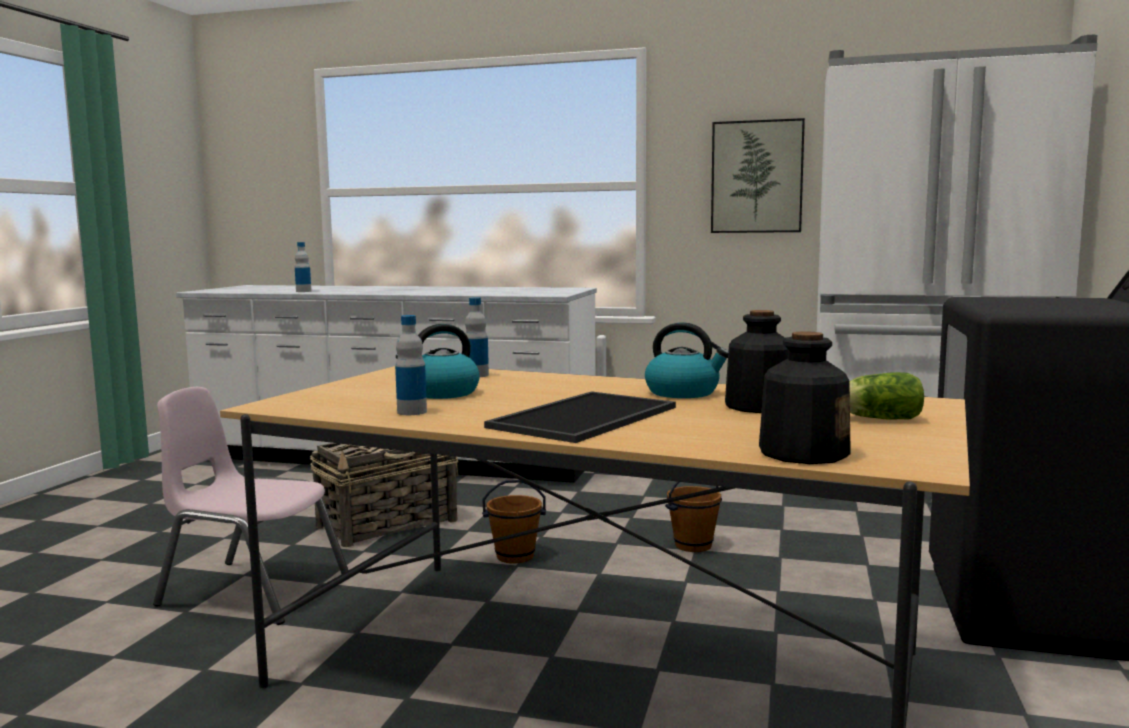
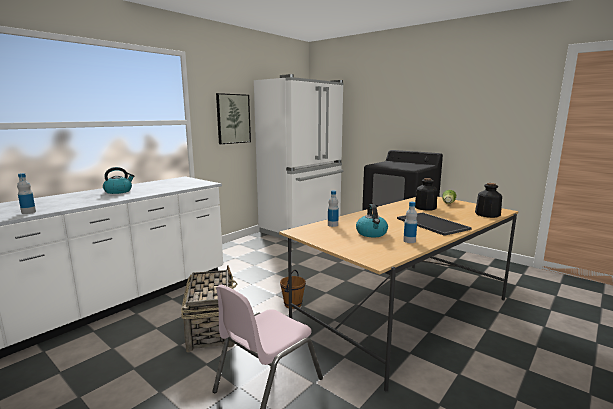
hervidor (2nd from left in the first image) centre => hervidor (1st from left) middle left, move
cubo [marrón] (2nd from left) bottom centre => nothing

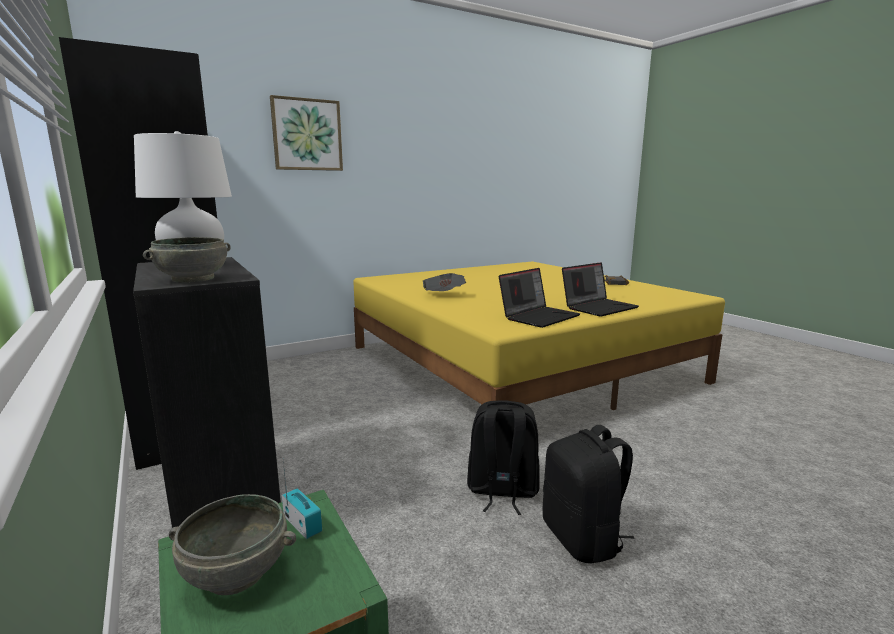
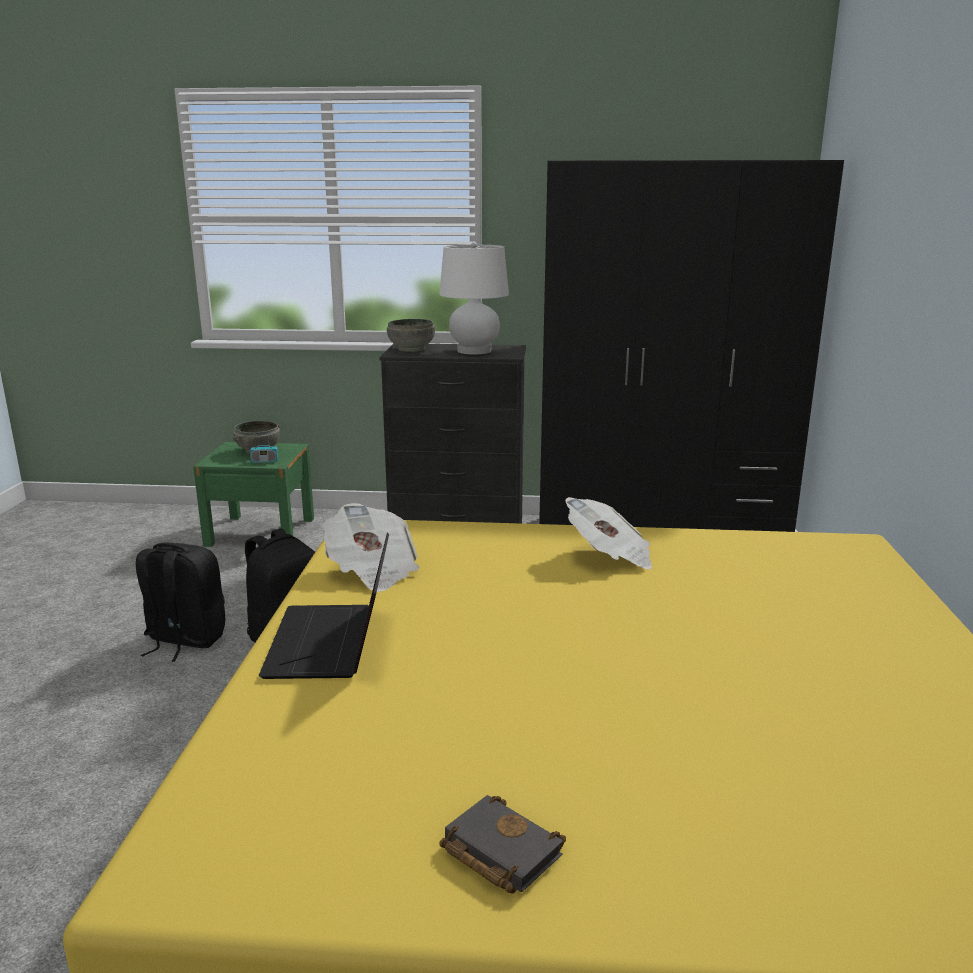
cuadro top centre => nothing
portátil (1st from left) centre => periódico (1st from left) centre

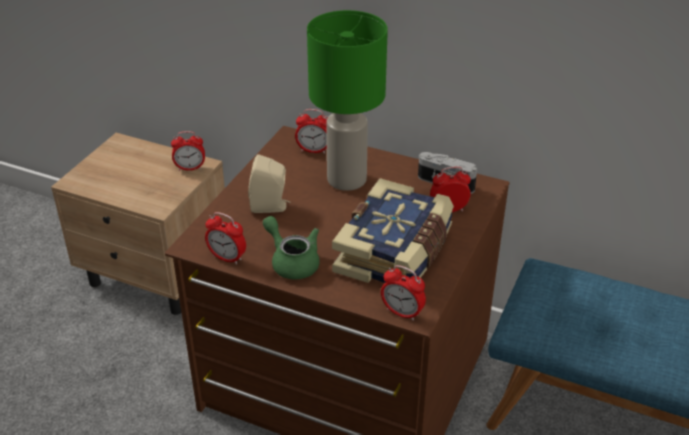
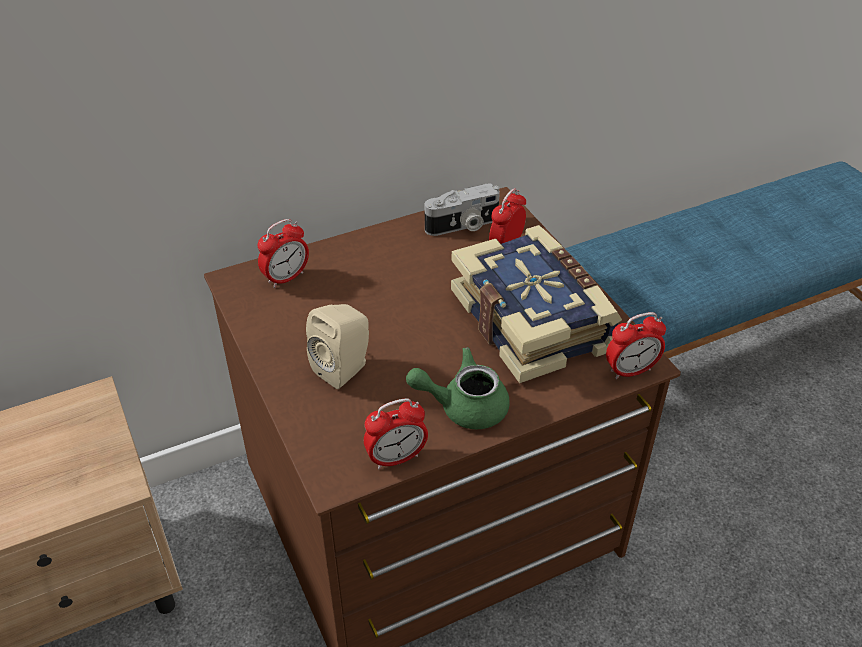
lámpara de mesa [verde] top centre => nothing
despertador (1st from left) middle left => nothing

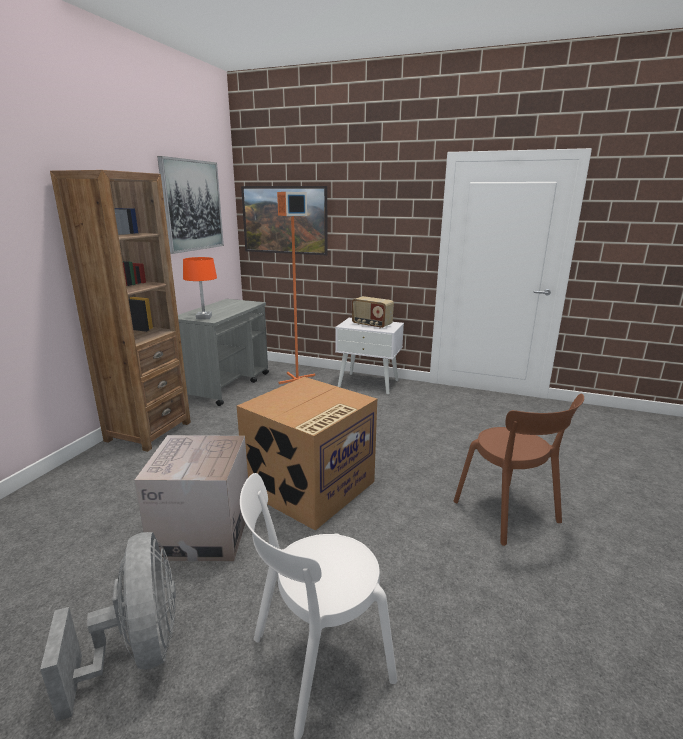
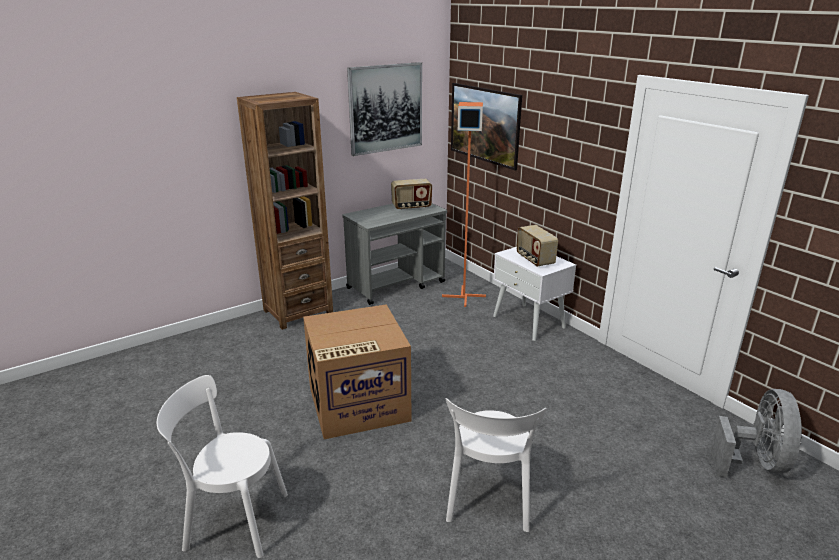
lámpara de mesa [naranja] middle left => nothing
silla [marrón] middle right => silla [blanco] (2nd from left) bottom centre
caja de cartón (1st from left) bottom left => nothing
ventilador [gris] bottom left => ventilador [gris] bottom right, move
nothing => radio (1st from left) centre

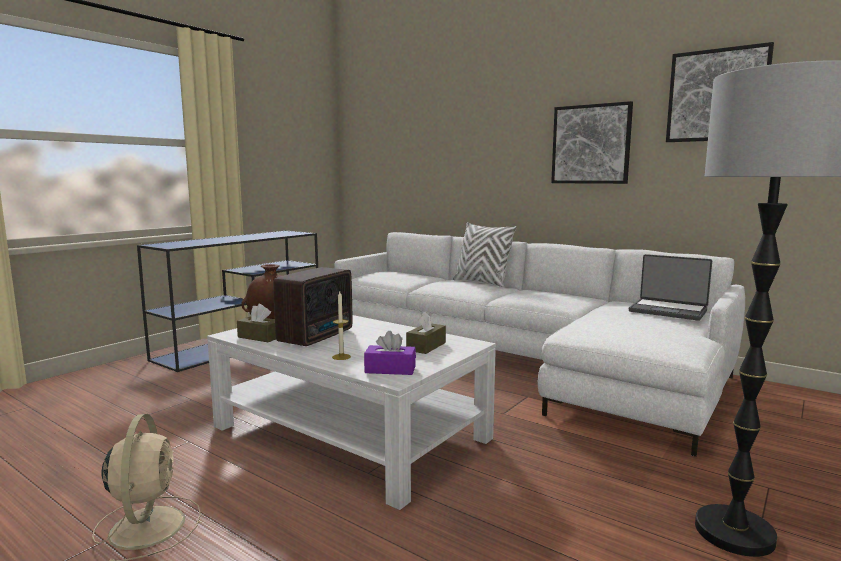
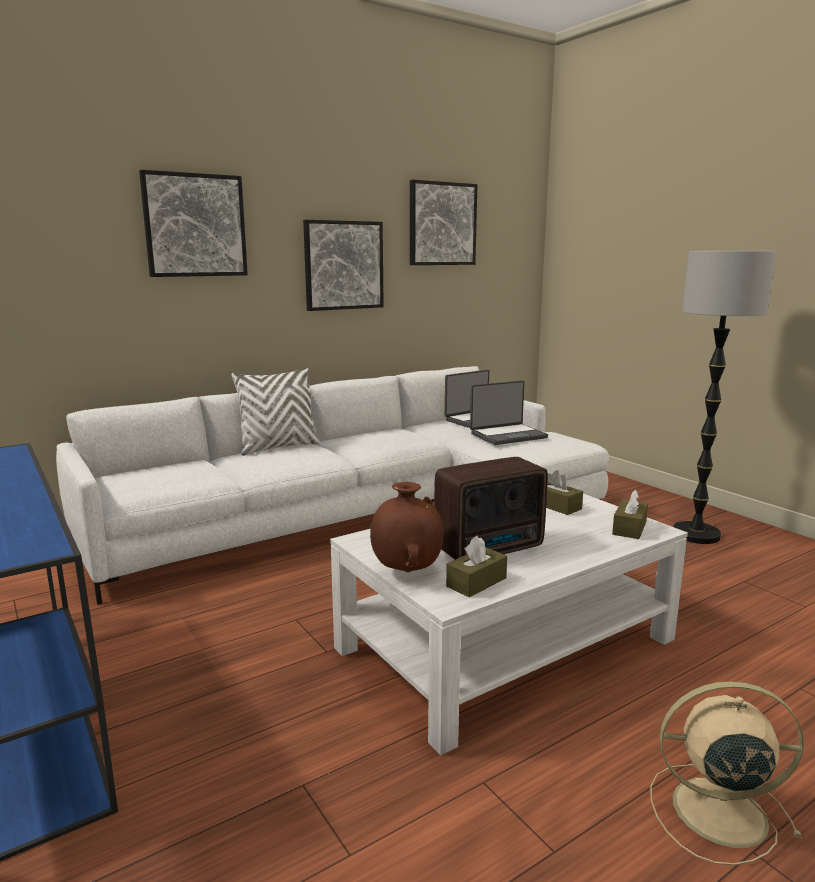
radio centre, 105 degrees clockwise
vela centre => nothing
caja de pañuelos [morado] centre => caja de pañuelos [marrón] (3rd from left) middle right
nothing => cuadro (1st from left) top left
nothing => portátil (2nd from left) centre

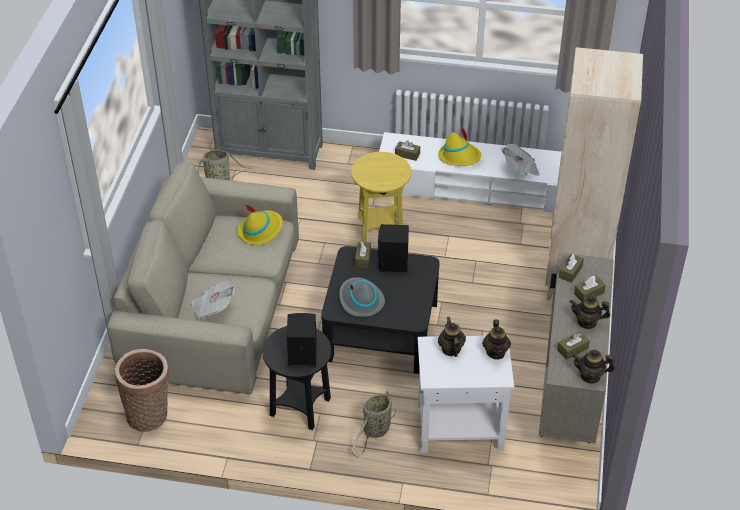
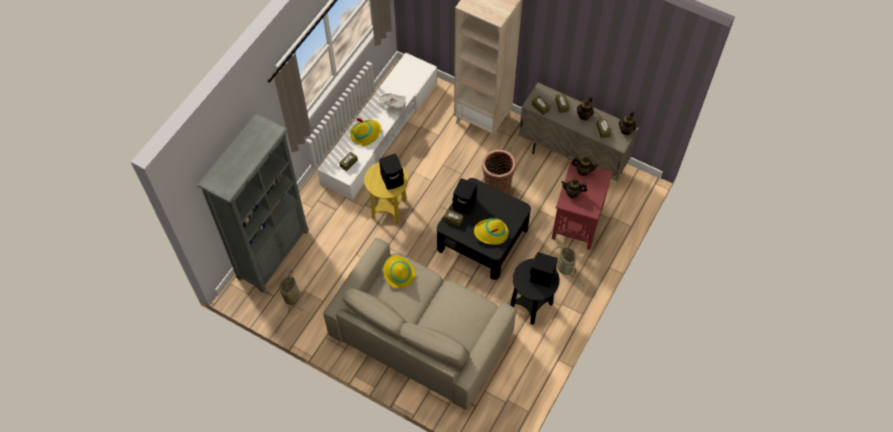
sombrero [gris] centre => sombrero [amarillo] (3rd from left) centre
periódico (1st from left) middle left => nothing
mesa auxiliar [blanco] bottom centre => mesa auxiliar [rojo] centre
cesta (1st from left in the first image) bottom left => cesta (2nd from left) centre, move
nothing => altavoz [negro] (1st from left) centre

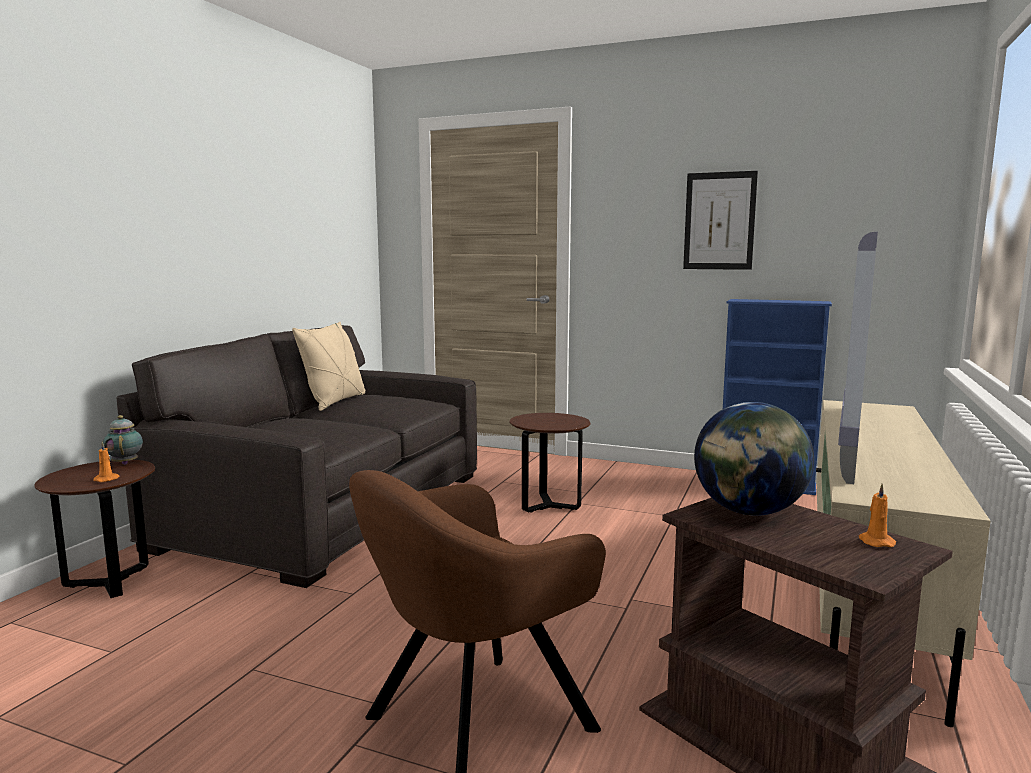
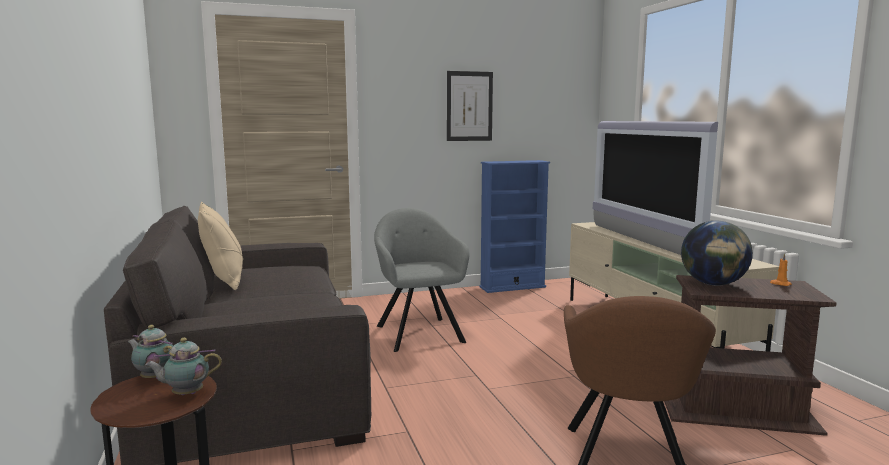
mesa auxiliar [marrón] (2nd from left) centre => sillón [gris] centre
vela [naranja] (1st from left) middle left => tetera (2nd from left) bottom left

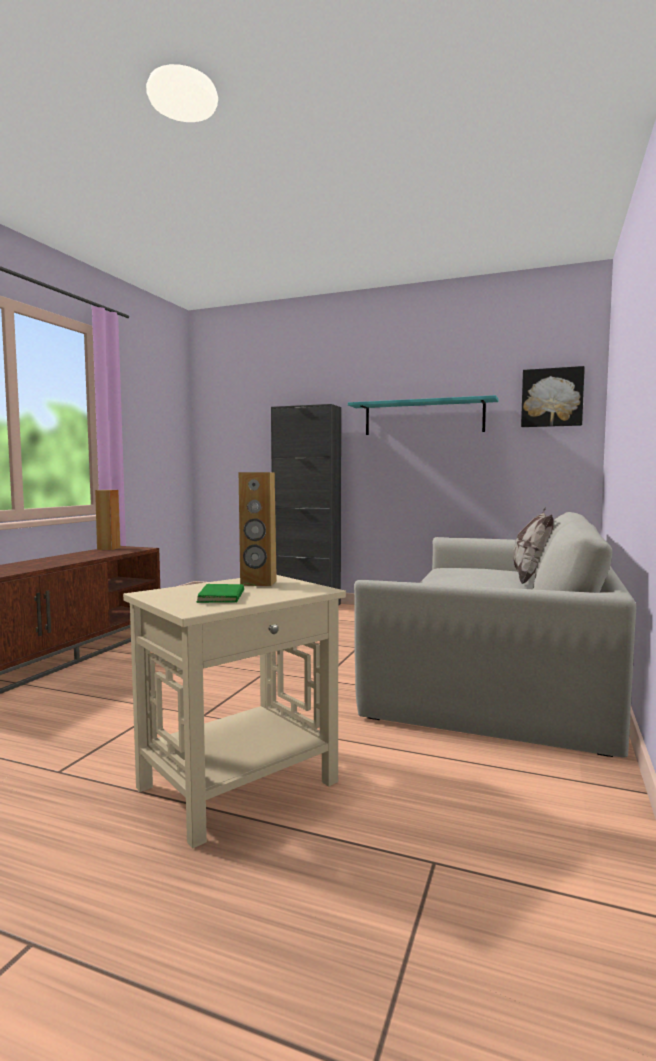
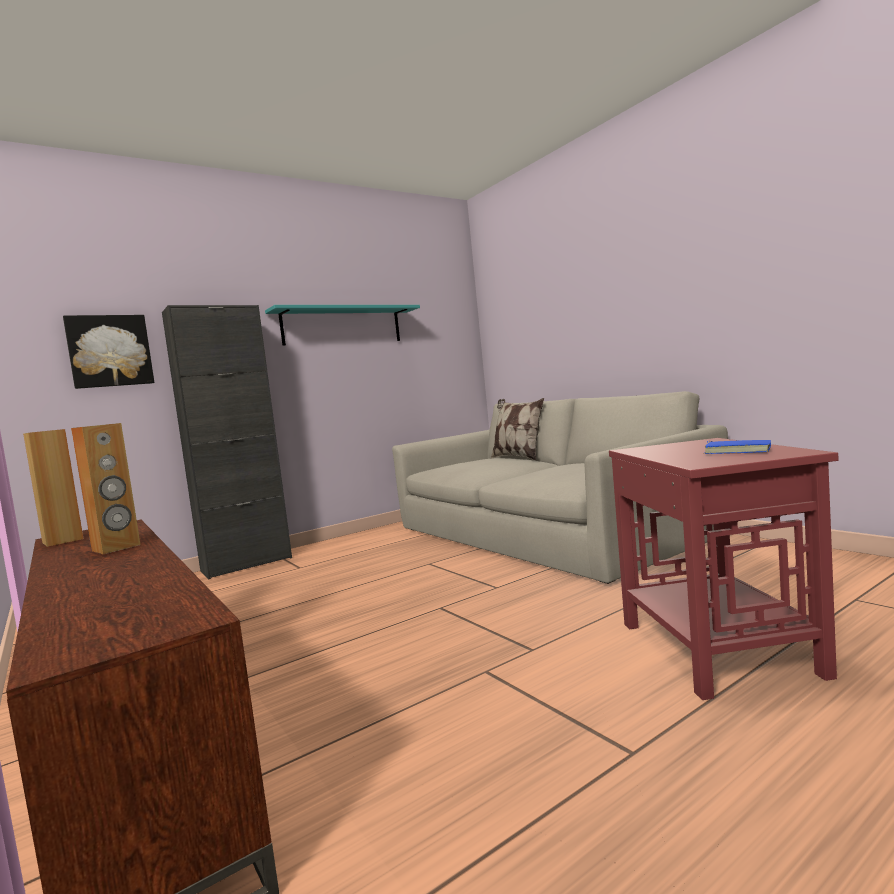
cuadro middle right => cuadro middle left, move
altavoz [marrón] (2nd from left) centre => altavoz [marrón] (2nd from left) middle left, move
mesa auxiliar [beis] bottom centre => mesa auxiliar [rojo] middle right
libro [verde] centre => libro [azul] middle right

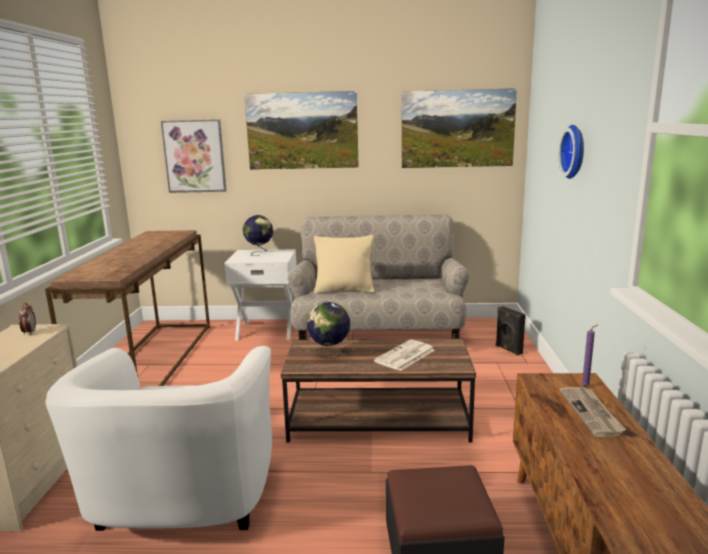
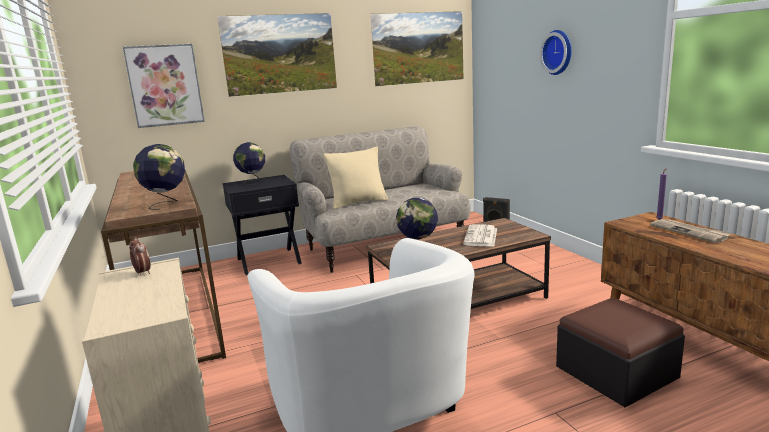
mesa auxiliar [blanco] centre => mesa auxiliar [negro] centre
nothing => globo terráqueo (1st from left) middle left

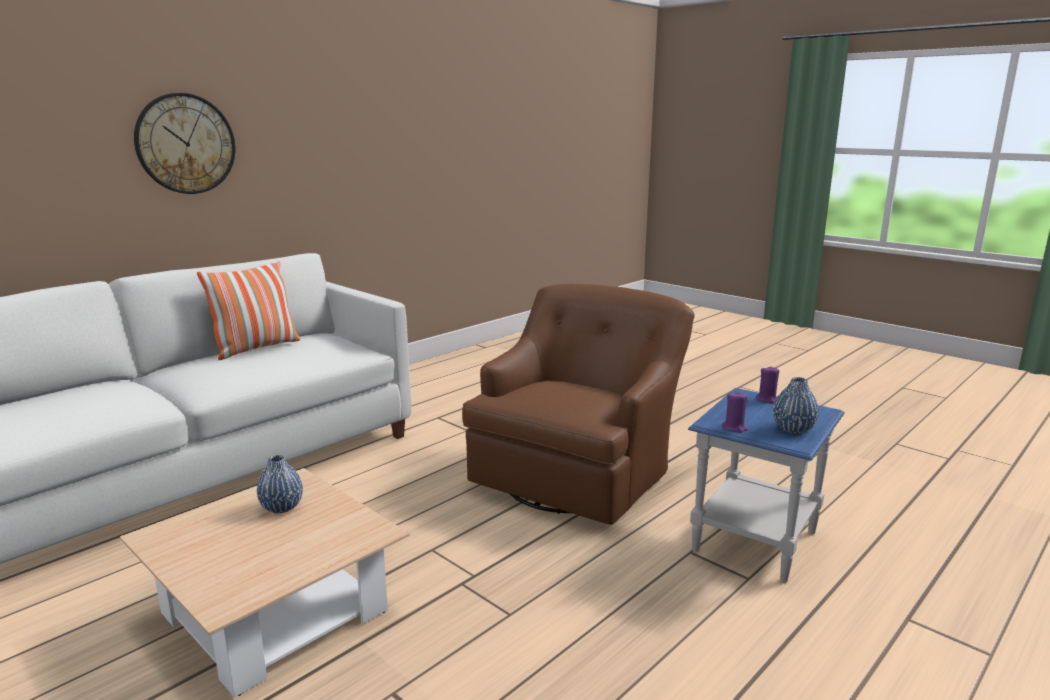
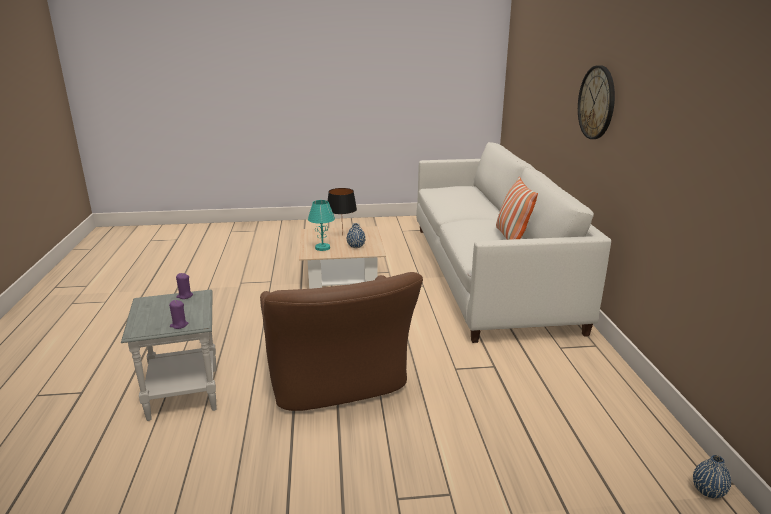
florero [azul] (2nd from left) middle right => florero [azul] (2nd from left) bottom right, move
mesa auxiliar [azul] bottom right => mesa auxiliar [gris] bottom left
nothing => lámpara de mesa [negro] centre
nothing => lámpara de mesa [turquesa] centre

